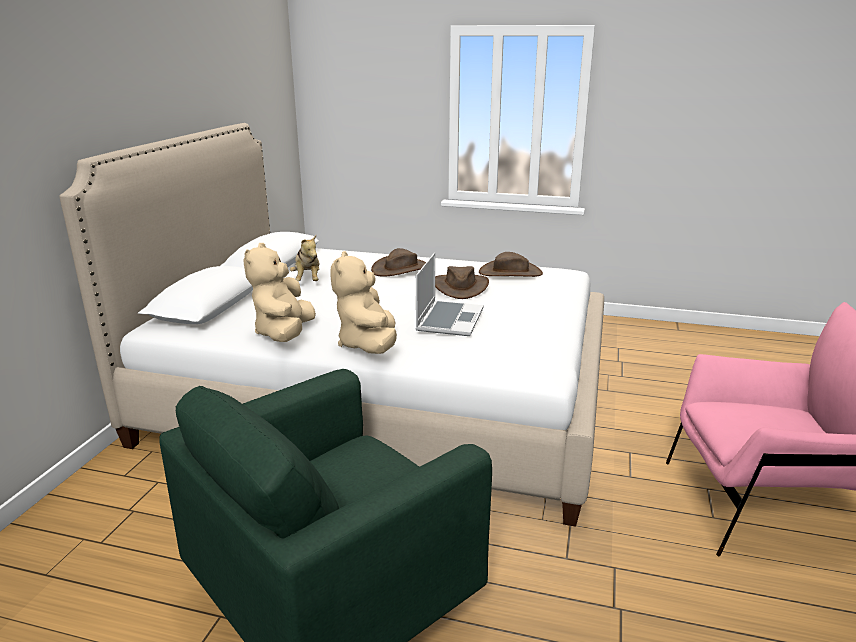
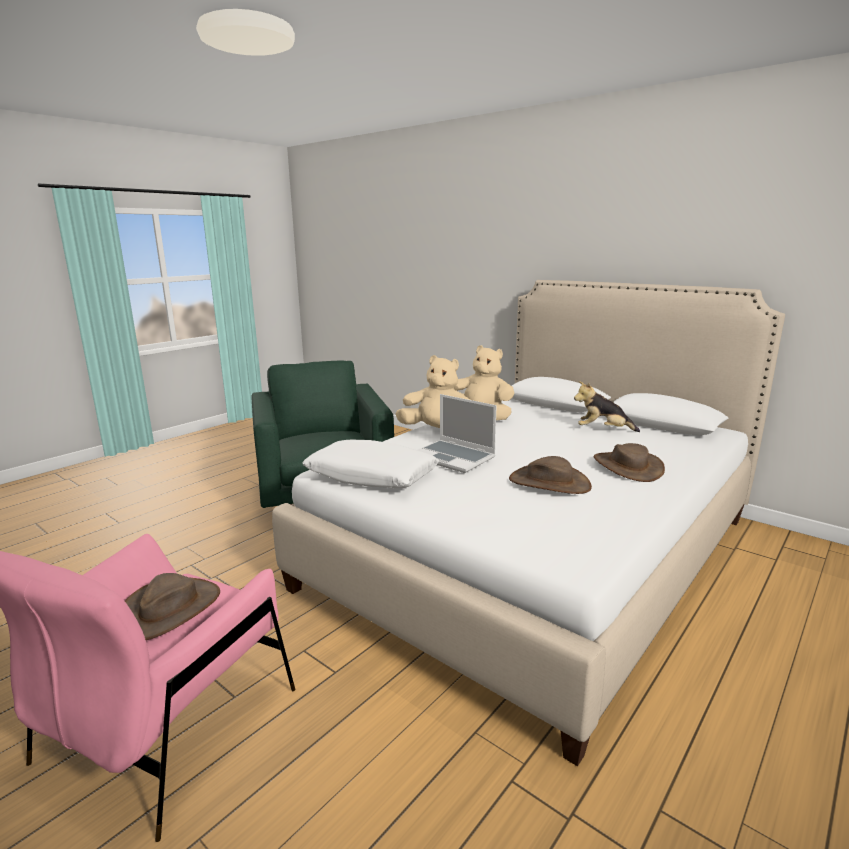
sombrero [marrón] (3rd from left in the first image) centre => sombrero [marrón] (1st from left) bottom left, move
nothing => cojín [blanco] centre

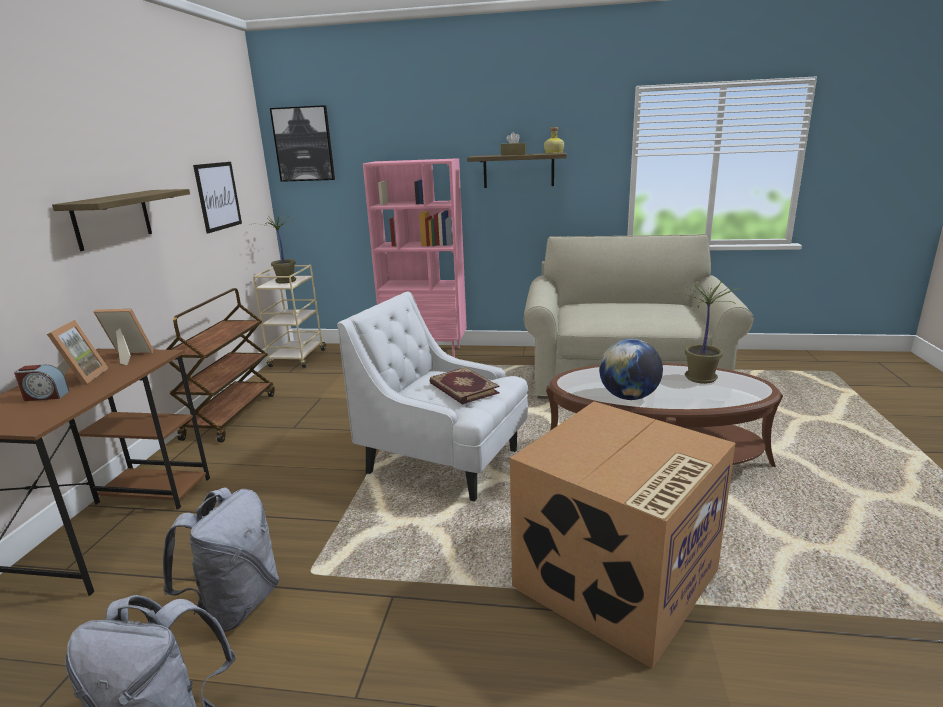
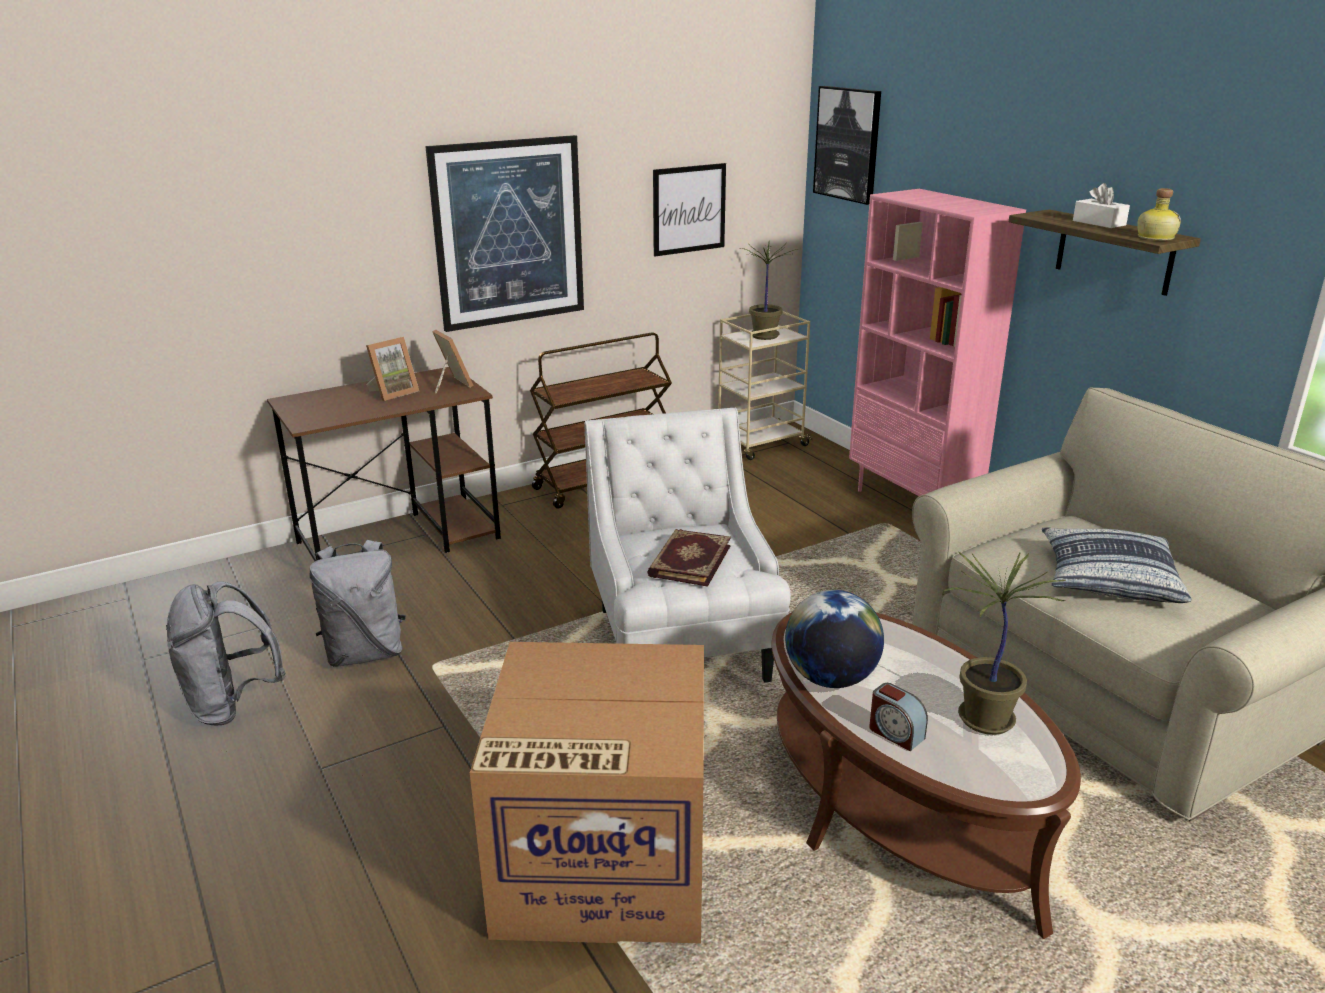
caja de pañuelos [marrón] top centre => caja de pañuelos [blanco] top right
estante (1st from left) top left => cuadro (1st from left) top centre
despertador middle left => despertador bottom right, move
nothing => cojín middle right

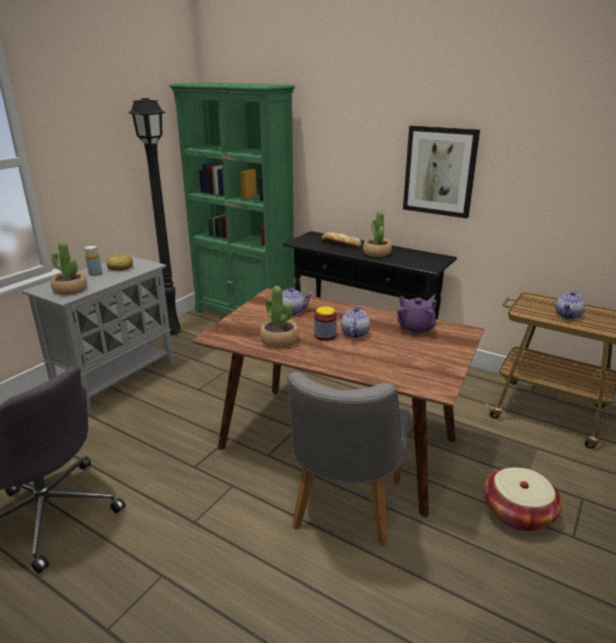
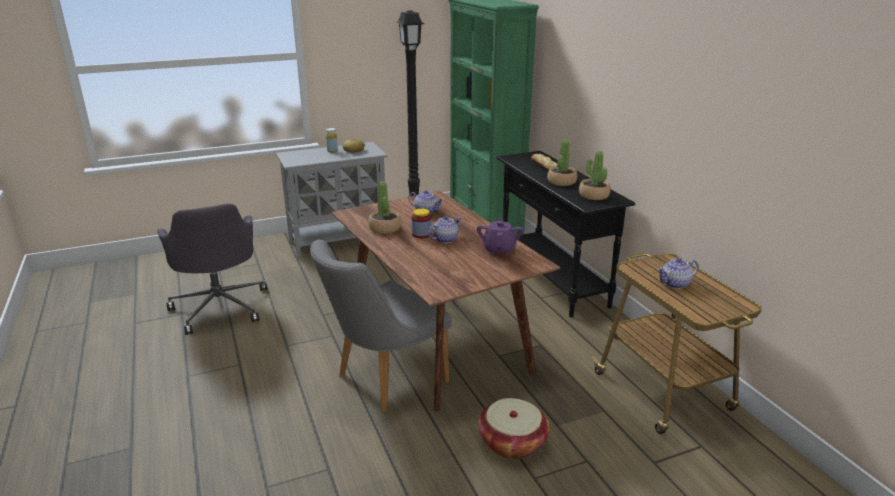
cuadro top right => nothing
planta en maceta (1st from left in the first image) middle left => planta en maceta (3rd from left) centre, move

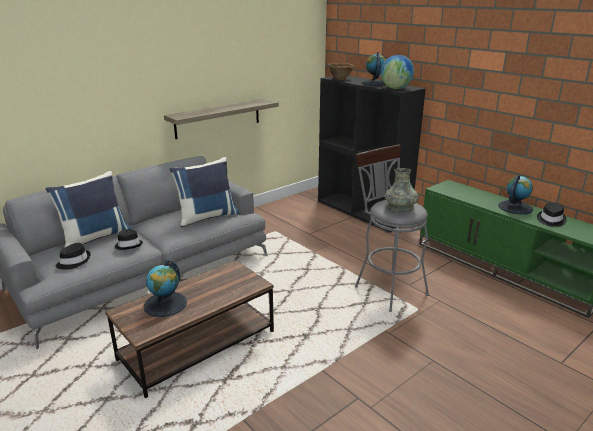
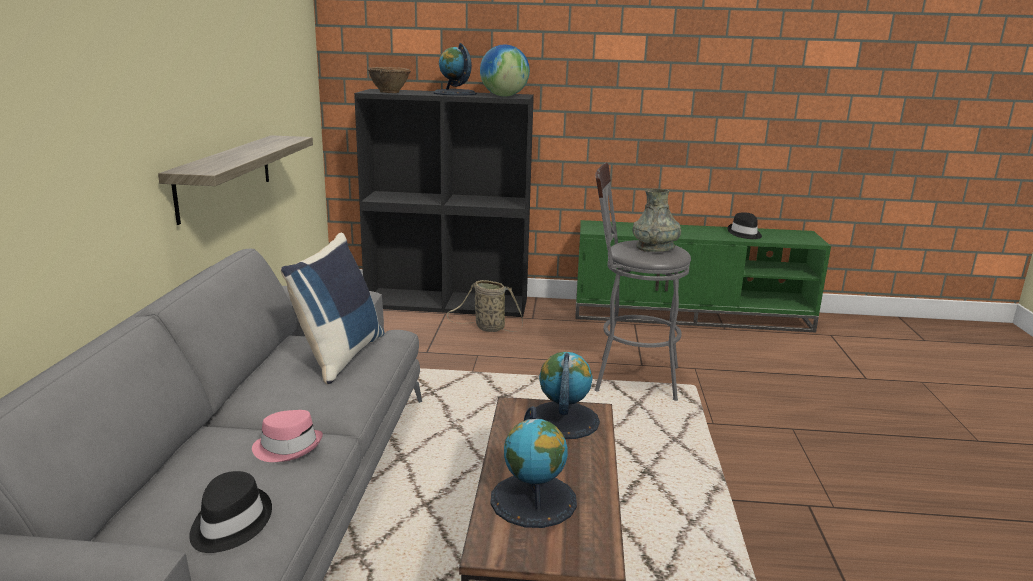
cojín [azul] (1st from left) middle left => nothing
globo terráqueo (4th from left) middle right => globo terráqueo (4th from left) bottom centre, move
sombrero [negro] (2nd from left) middle left => sombrero [rosa] bottom left
nothing => cesta centre

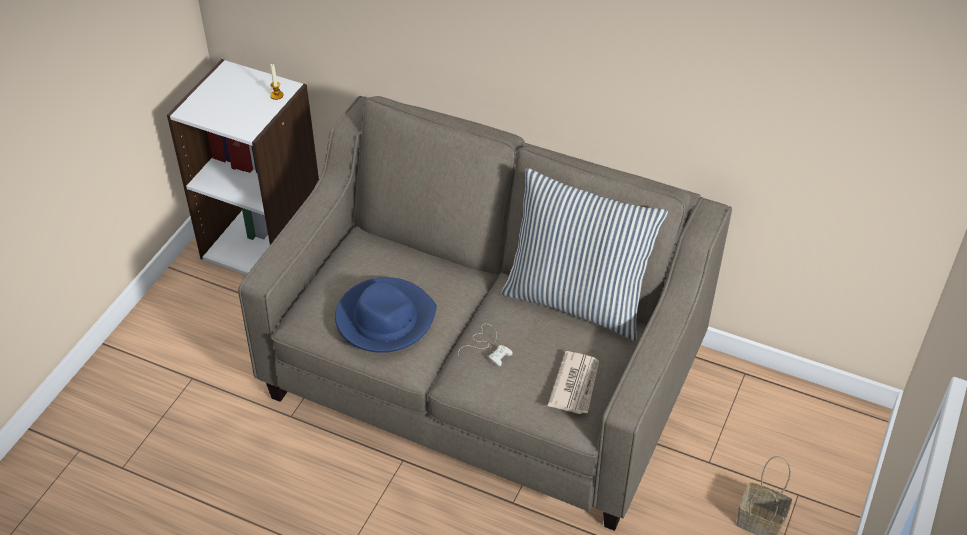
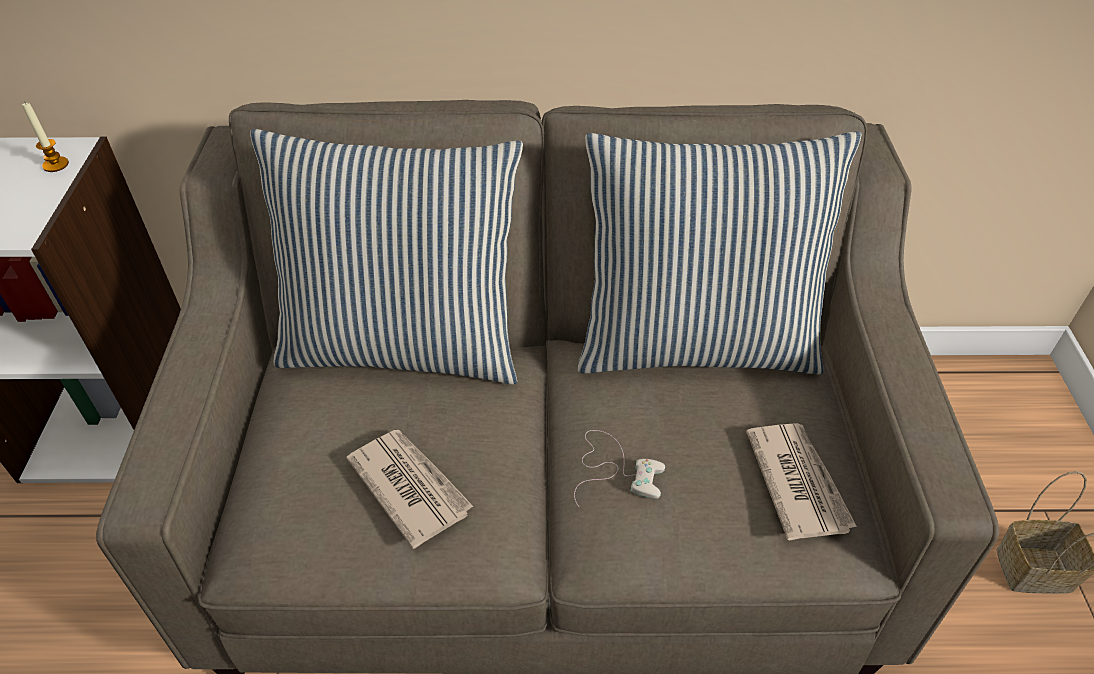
sombrero [azul] centre => periódico (1st from left) bottom centre
nothing => cojín (1st from left) centre

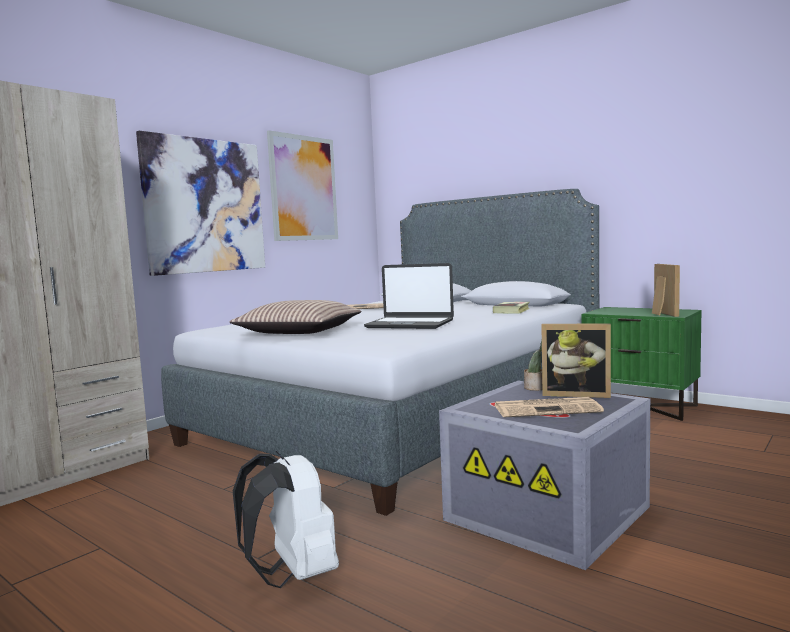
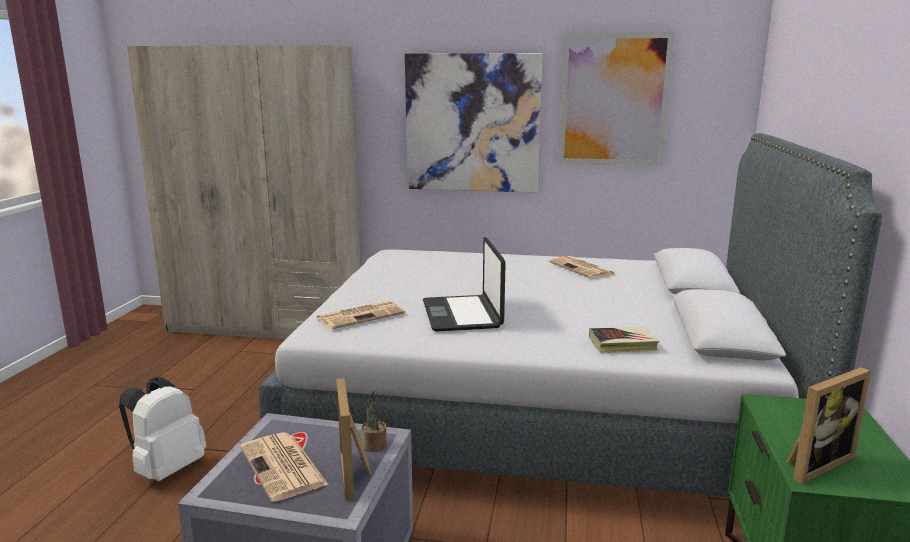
cojín centre => nothing
nothing => periódico (2nd from left) centre

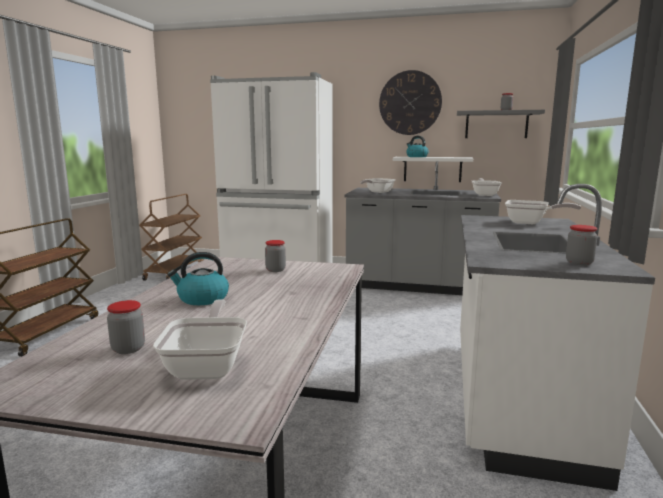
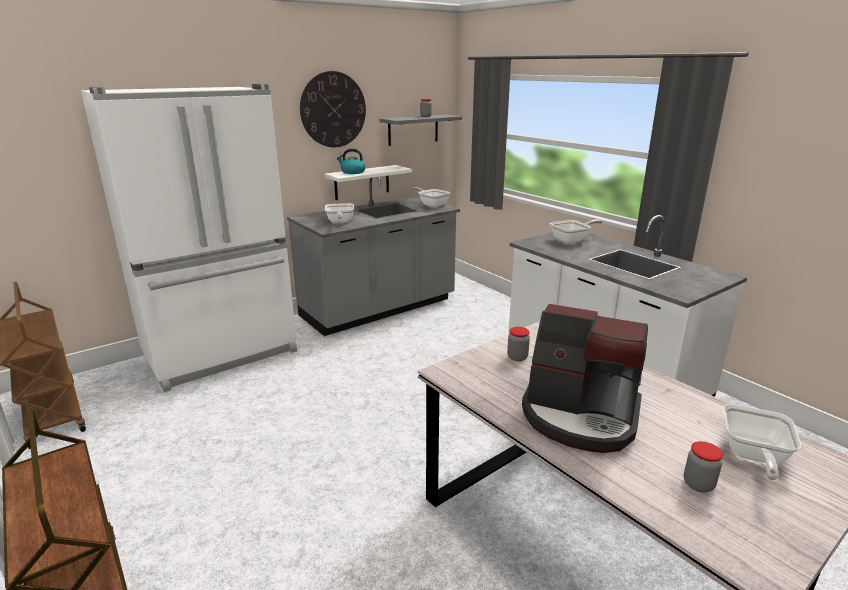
tarro (4th from left) middle right => nothing
hervidor (1st from left) middle left => cafetera middle right
sartén (1st from left in the first image) bottom left => sartén (4th from left) bottom right, 105 degrees counterclockwise

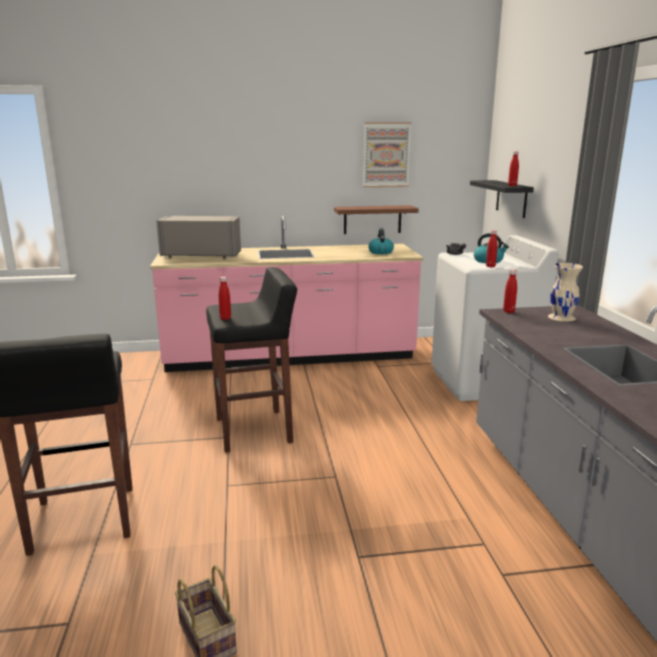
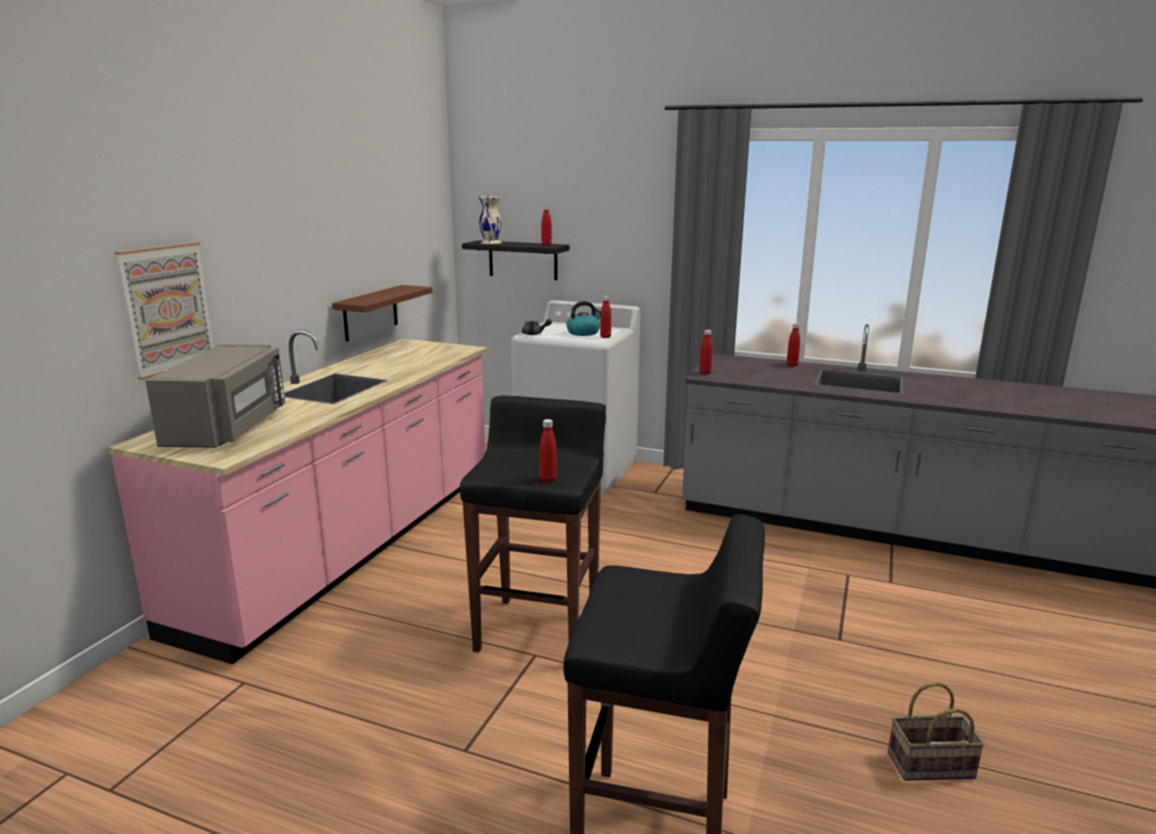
cuadro top centre => cuadro middle left, move
microondas [gris] middle left, 150 degrees clockwise
hervidor (1st from left) centre => nothing
florero [beis] middle right => florero [beis] top centre, move
nothing => botella [rojo] (5th from left) middle right

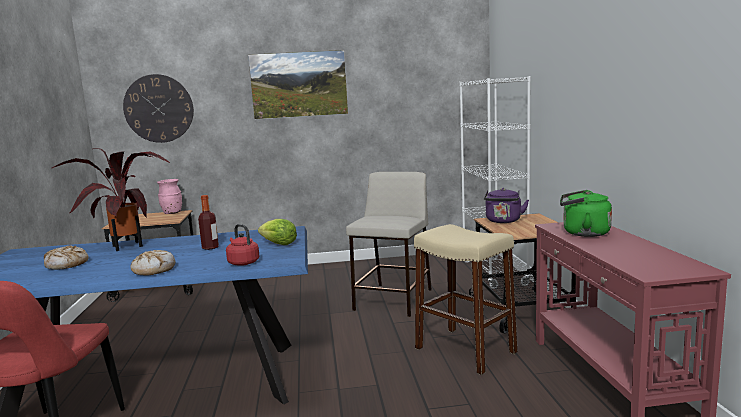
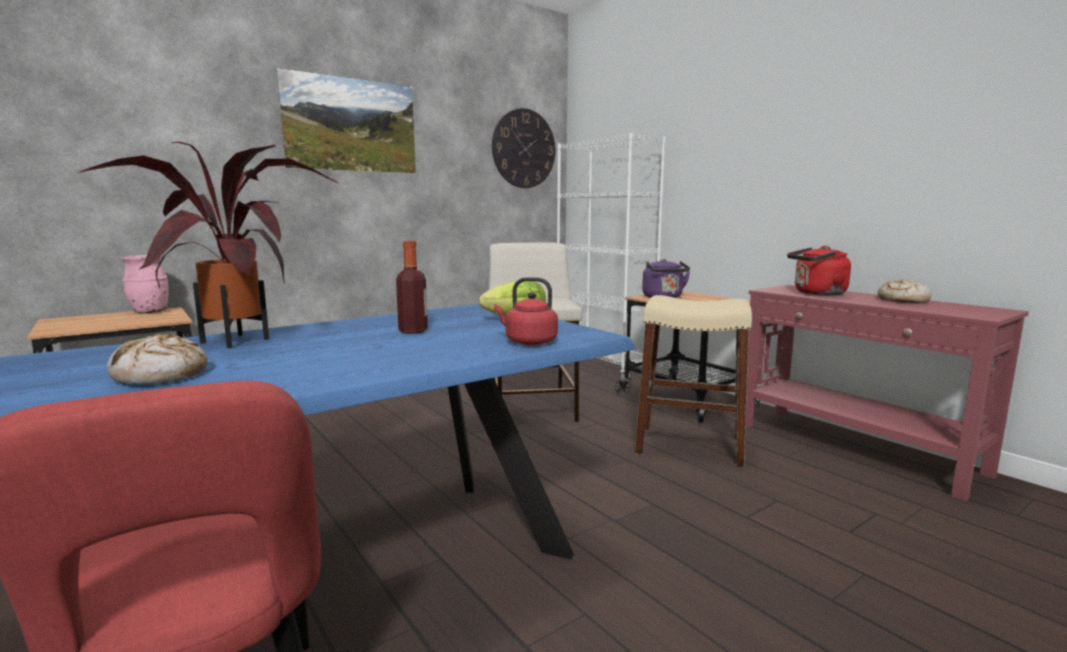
reloj de pared top left => reloj de pared top centre, move
hervidor [verde] middle right => hervidor [rojo] (2nd from left) middle right
pan (2nd from left) middle left => pan (2nd from left) middle right, move

